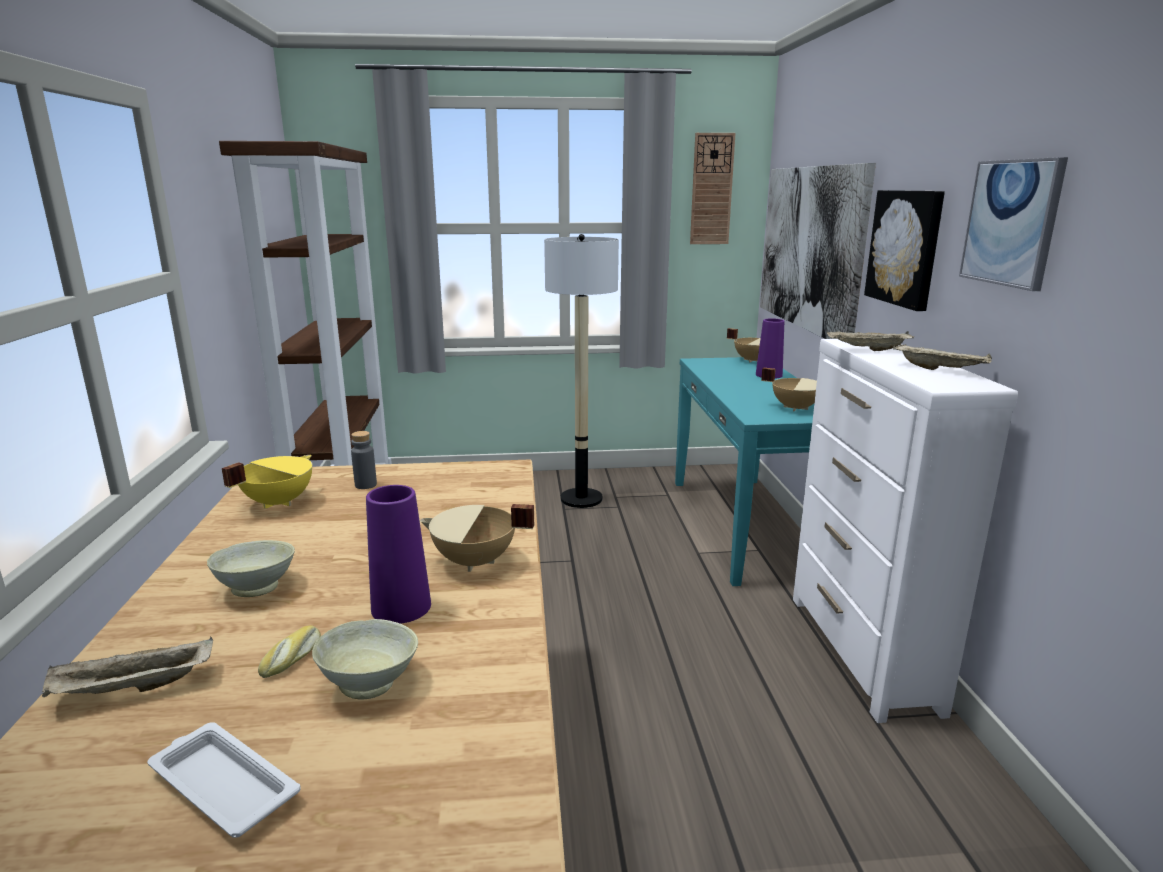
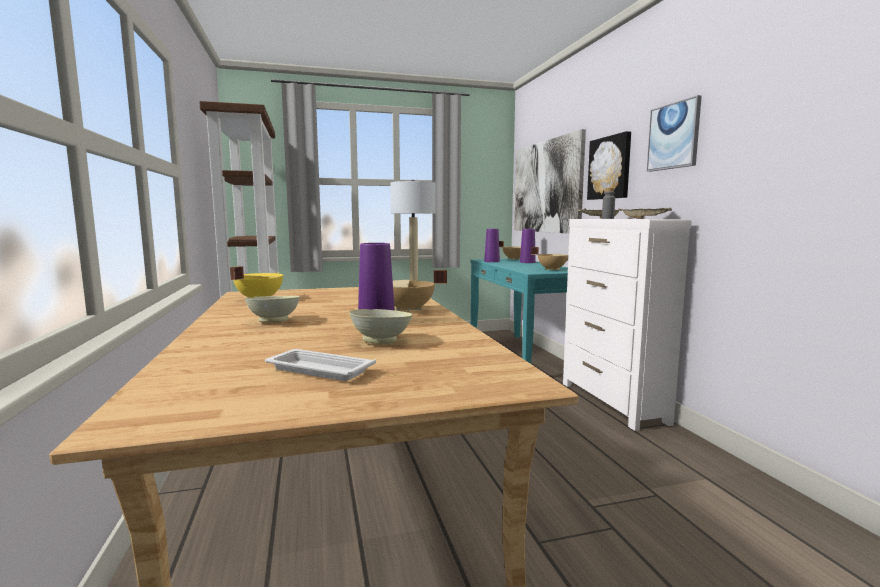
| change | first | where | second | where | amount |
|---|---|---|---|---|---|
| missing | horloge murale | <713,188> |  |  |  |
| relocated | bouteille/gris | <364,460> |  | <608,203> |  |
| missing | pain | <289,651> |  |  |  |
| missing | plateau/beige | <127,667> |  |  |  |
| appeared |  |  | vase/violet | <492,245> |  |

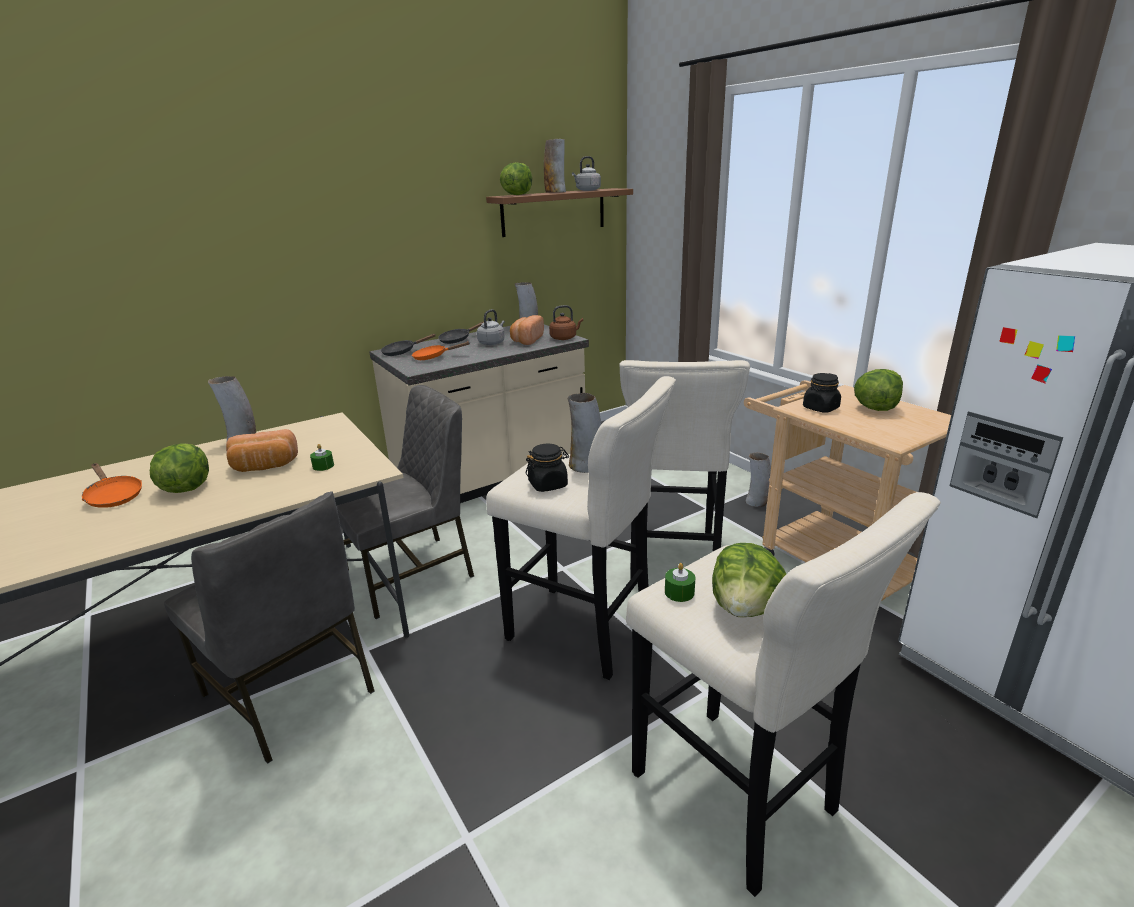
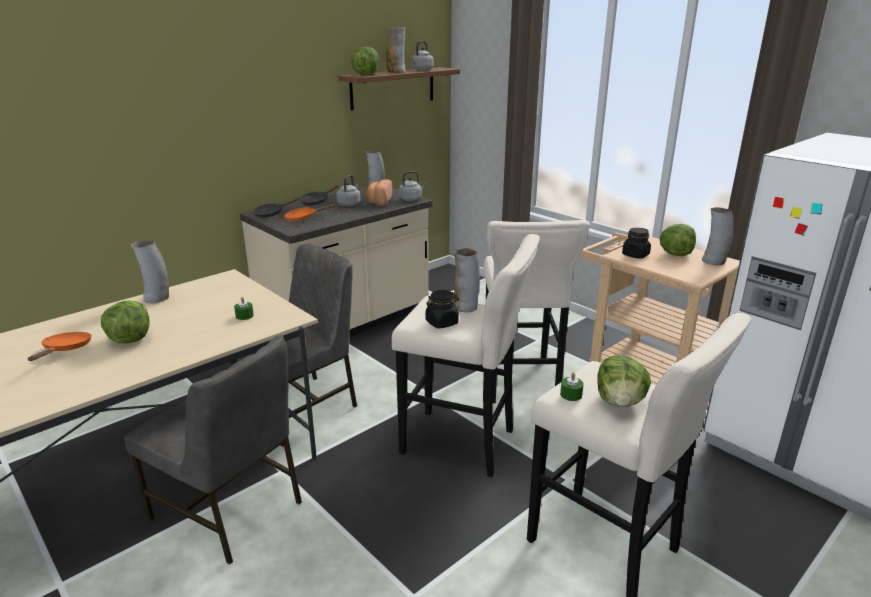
| change | first | where | second | where | amount |
|---|---|---|---|---|---|
| colour | bouilloire/marron | <566,322> | bouilloire/gris | <413,186> |  |
| missing | pain | <262,450> |  |  |  |
| relocated | vase | <758,480> |  | <717,236> |  |
| spun | poêle/orange | <111,485> |  | <60,346> | 120 degrees counterclockwise |

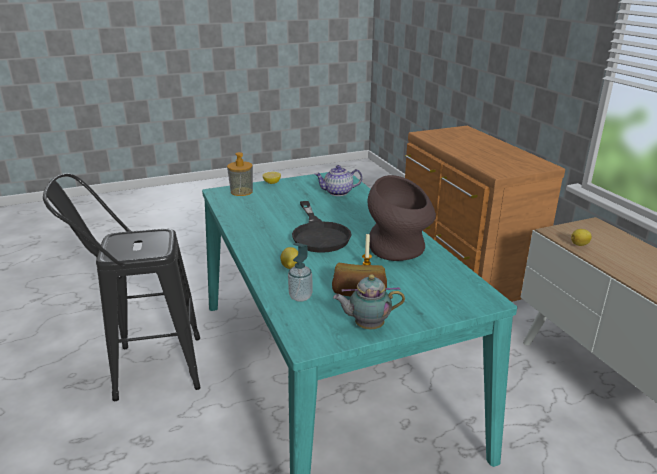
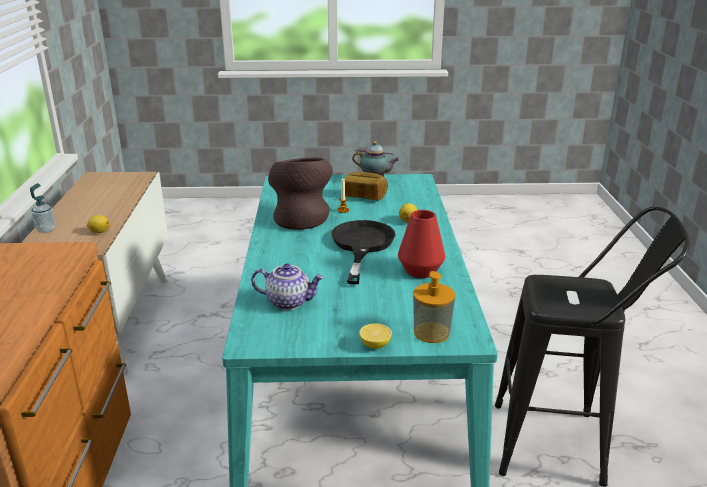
| change | first | where | second | where | amount |
|---|---|---|---|---|---|
| relocated | distributeur de savon | <300,272> |  | <43,208> |  |
| appeared |  |  | vase/rouge | <421,244> |  |

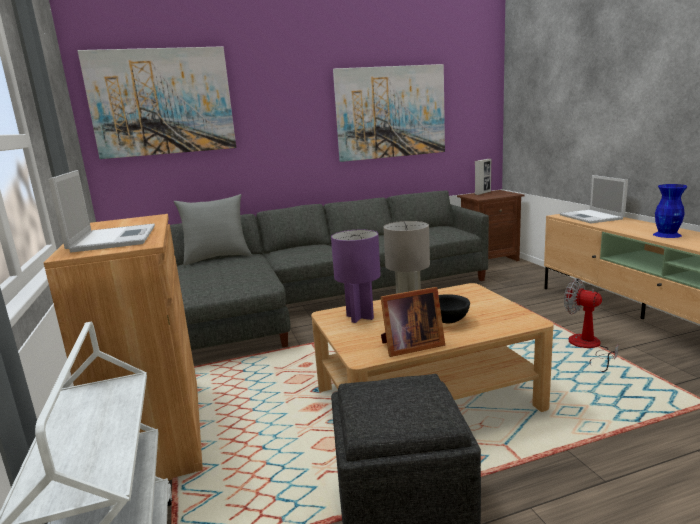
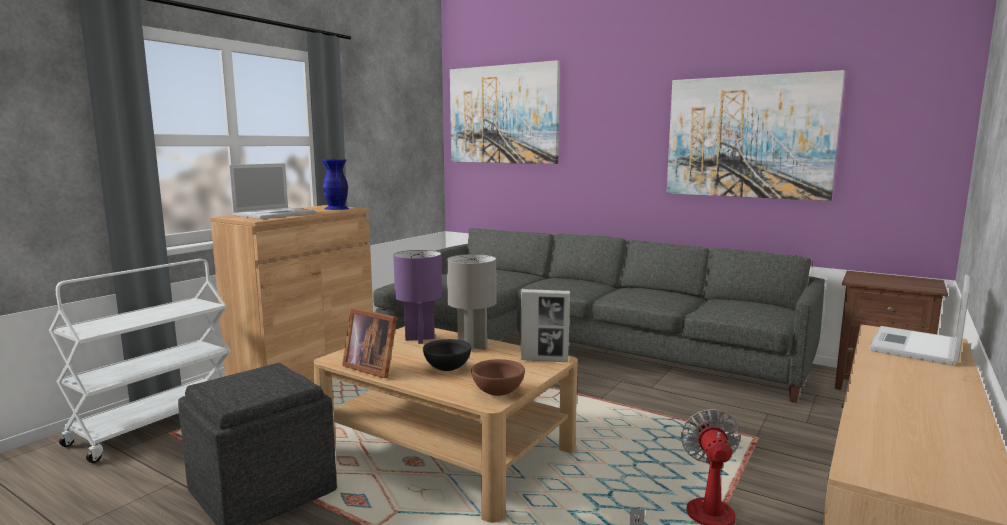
| change | first | where | second | where | amount |
|---|---|---|---|---|---|
| relocated | cadre photo | <483,177> |  | <545,325> |  |
| relocated | vase/bleu | <670,211> |  | <335,184> |  |
| missing | coussin/gris | <212,230> |  |  |  |
| appeared |  |  | bol/marron | <498,377> |  |

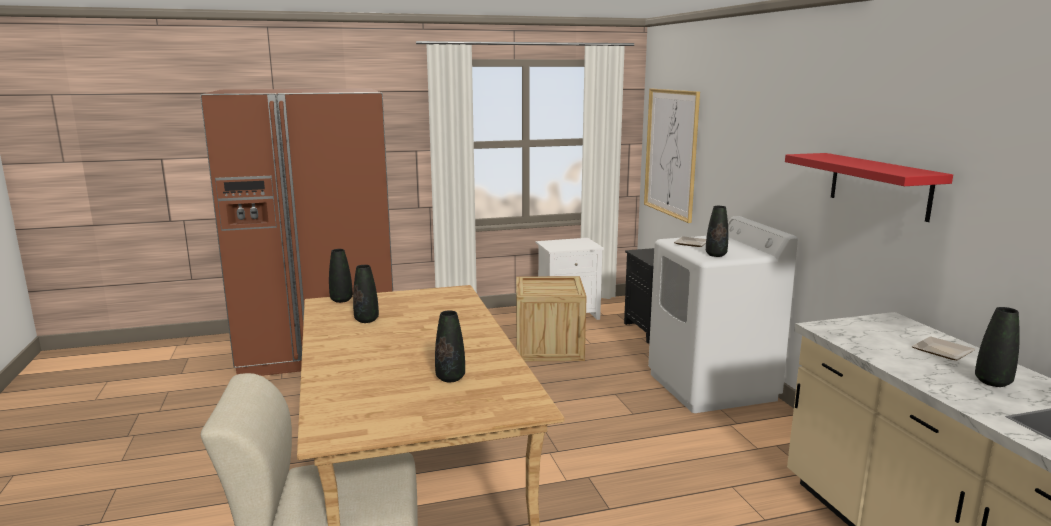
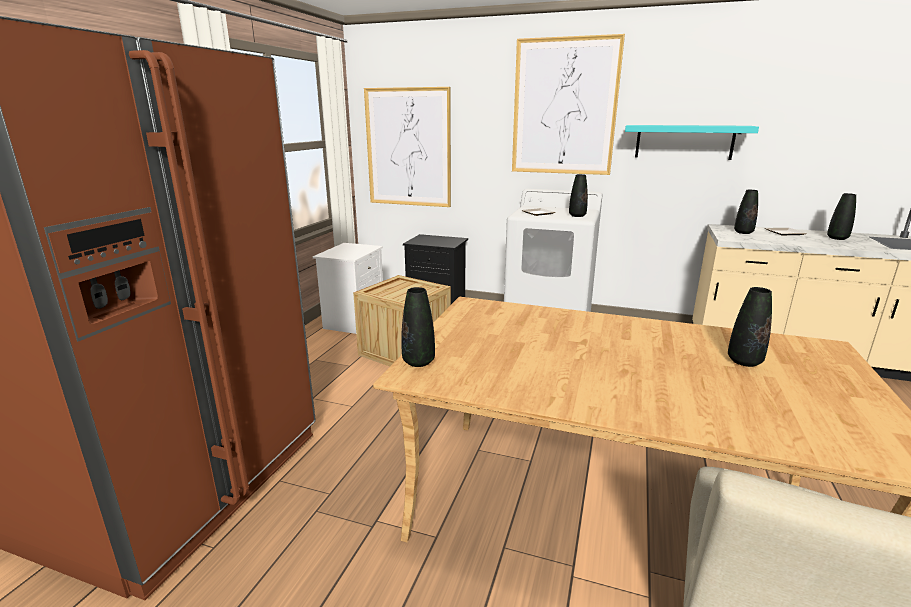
| change | first | where | second | where | amount |
|---|---|---|---|---|---|
| colour | étagère/rouge | <869,187> | étagère/turquoise | <692,142> |  |
| relocated | vase/noir | <366,294> |  | <746,212> |  |
| appeared |  |  | tableau | <568,104> |  |

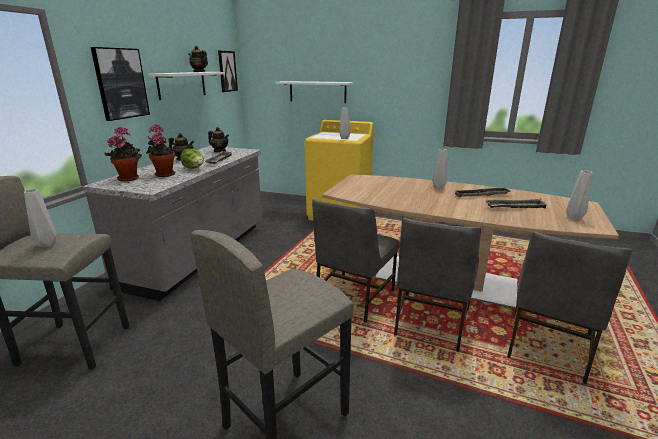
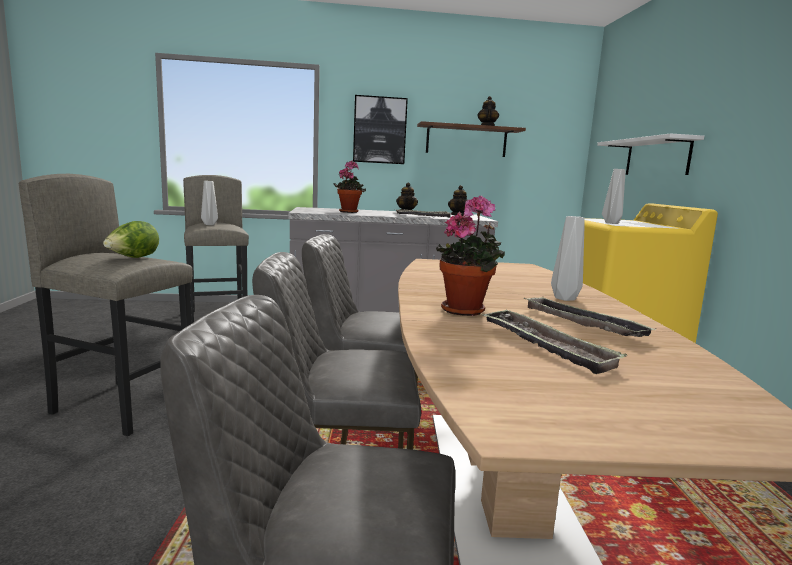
| change | first | where | second | where | amount |
|---|---|---|---|---|---|
| missing | tableau | <228,71> |  |  |  |
| colour | étagère/blanc | <186,86> | étagère/marron | <471,139> |  |
| relocated | plante en pot | <123,153> |  | <470,256> |  |
| relocated | laitue | <192,159> |  | <131,239> |  |
| missing | vase/gris | <579,195> |  |  |  |

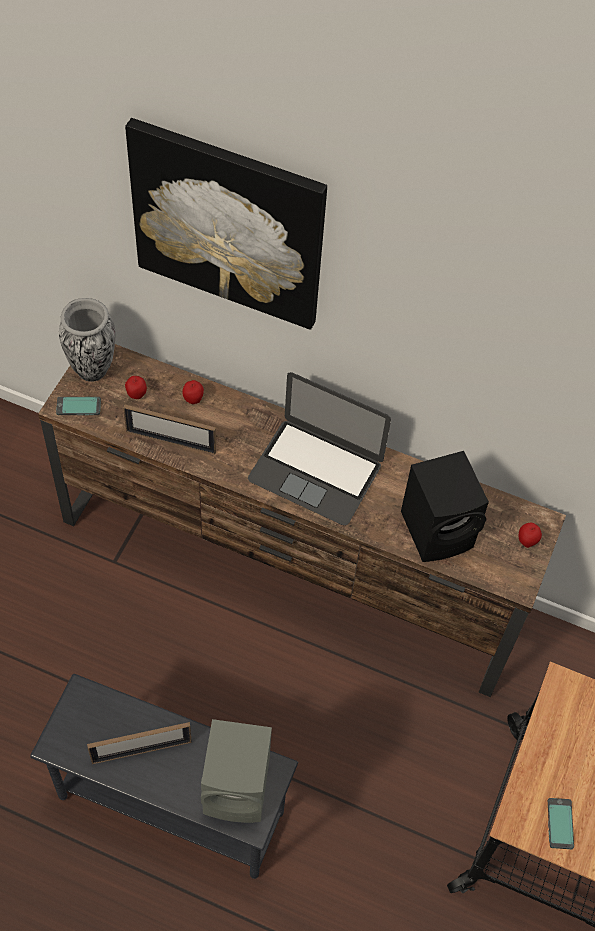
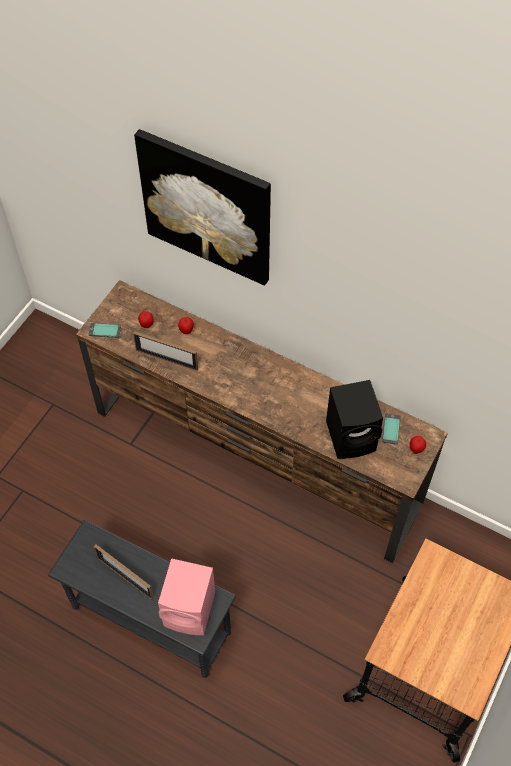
| change | first | where | second | where | amount |
|---|---|---|---|---|---|
| missing | vase | <87,340> |  |  |  |
| missing | ordinateur portable | <319,448> |  |  |  |
| colour | enceinte/gris | <236,771> | enceinte/rose | <186,596> |  |
| spun | cadre photo | <139,743> |  | <124,572> | 45 degrees clockwise |
| relocated | téléphone | <561,823> |  | <391,429> |  |

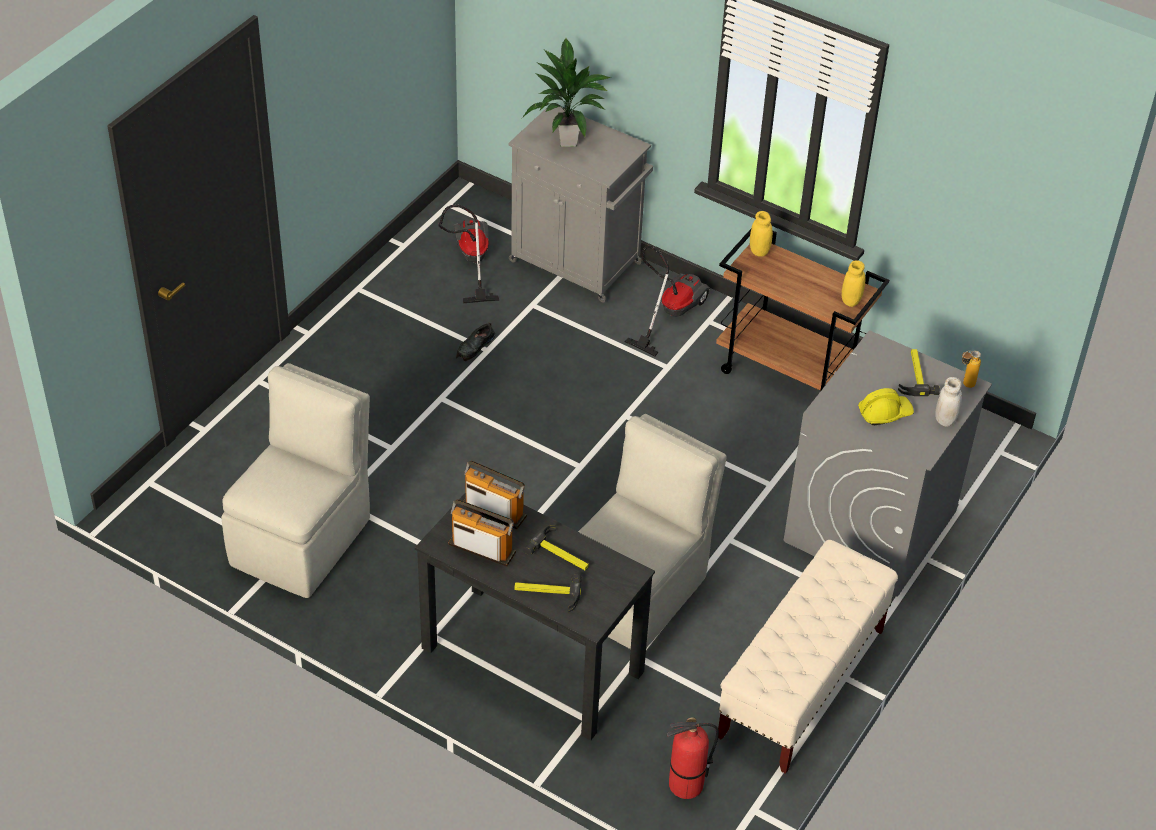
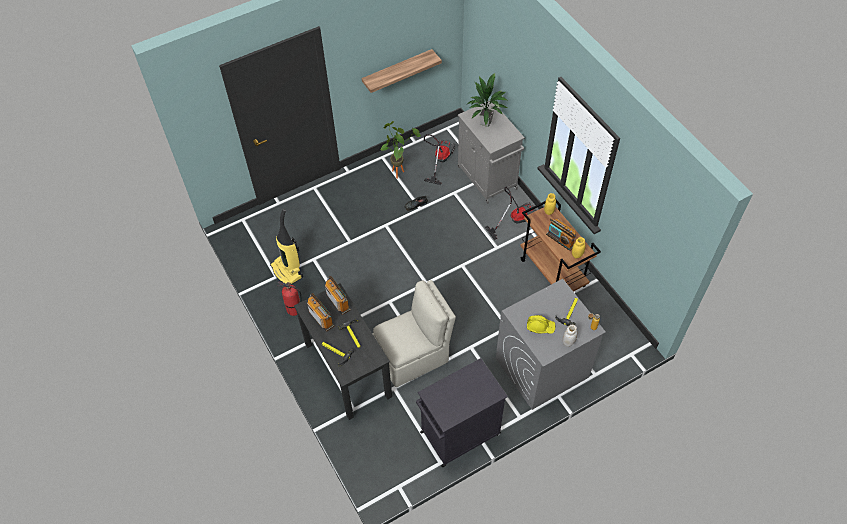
| change | first | where | second | where | amount |
|---|---|---|---|---|---|
| exchanged | chaise/beige | <295,480> | aspirateur | <286,246> |  |
| exchanged | banc/beige | <808,657> | meuble de rangement/noir | <462,412> |  |
| relocated | extincteur | <693,758> |  | <289,299> |  |
| appeared |  |  | étagère | <402,71> |  |
| appeared |  |  | plante en pot | <400,150> |  |
| appeared |  |  | radio | <561,235> |  |

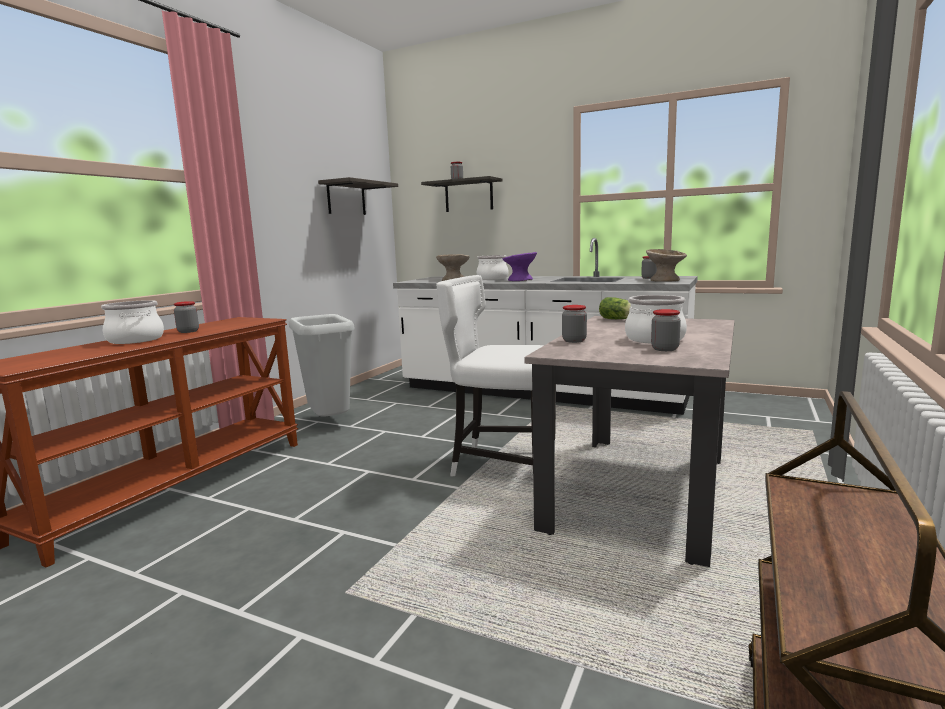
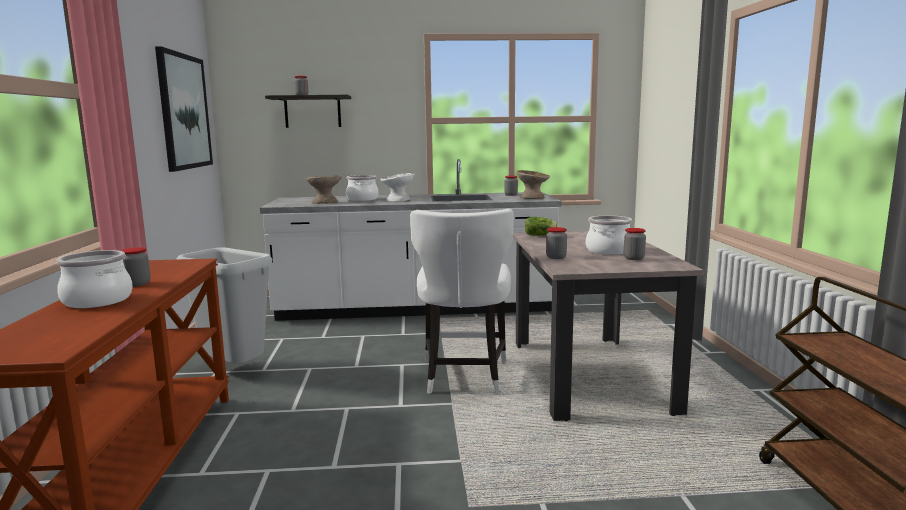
| change | first | where | second | where | amount |
|---|---|---|---|---|---|
| exchanged | étagère | <358,196> | tableau | <184,109> |  |
| colour | bol/violet | <519,266> | bol/blanc | <397,187> |  |
| spun | chaise/blanc | <496,375> |  | <462,301> | 75 degrees counterclockwise |

